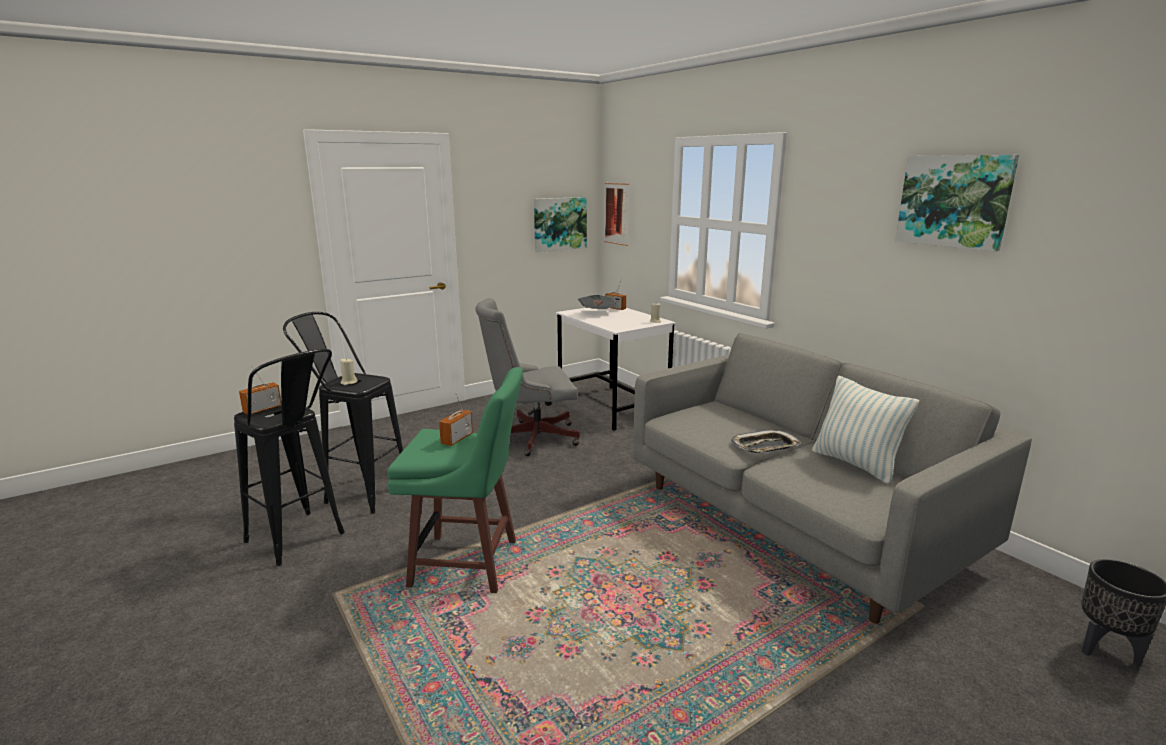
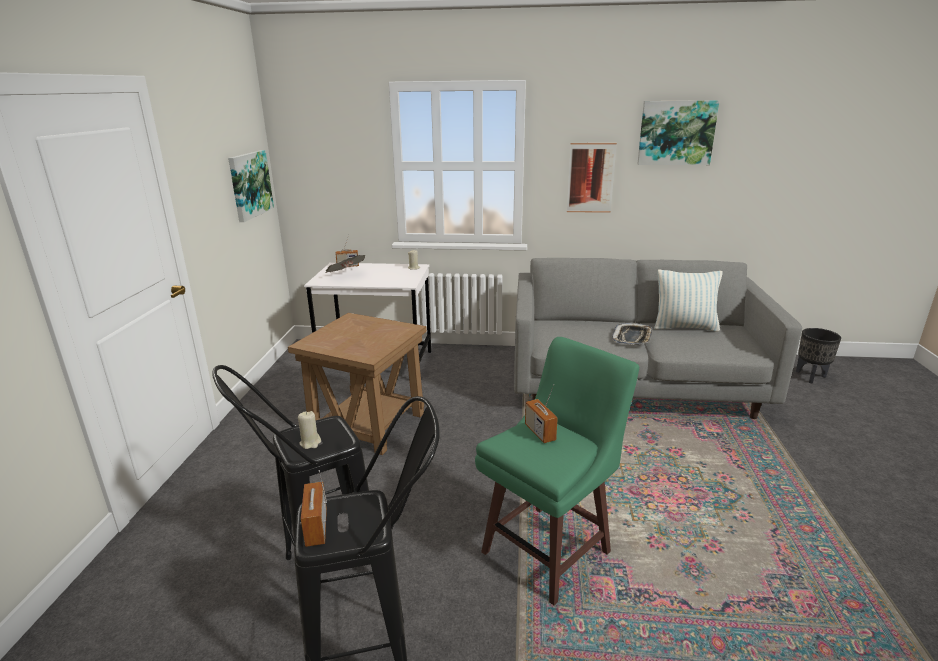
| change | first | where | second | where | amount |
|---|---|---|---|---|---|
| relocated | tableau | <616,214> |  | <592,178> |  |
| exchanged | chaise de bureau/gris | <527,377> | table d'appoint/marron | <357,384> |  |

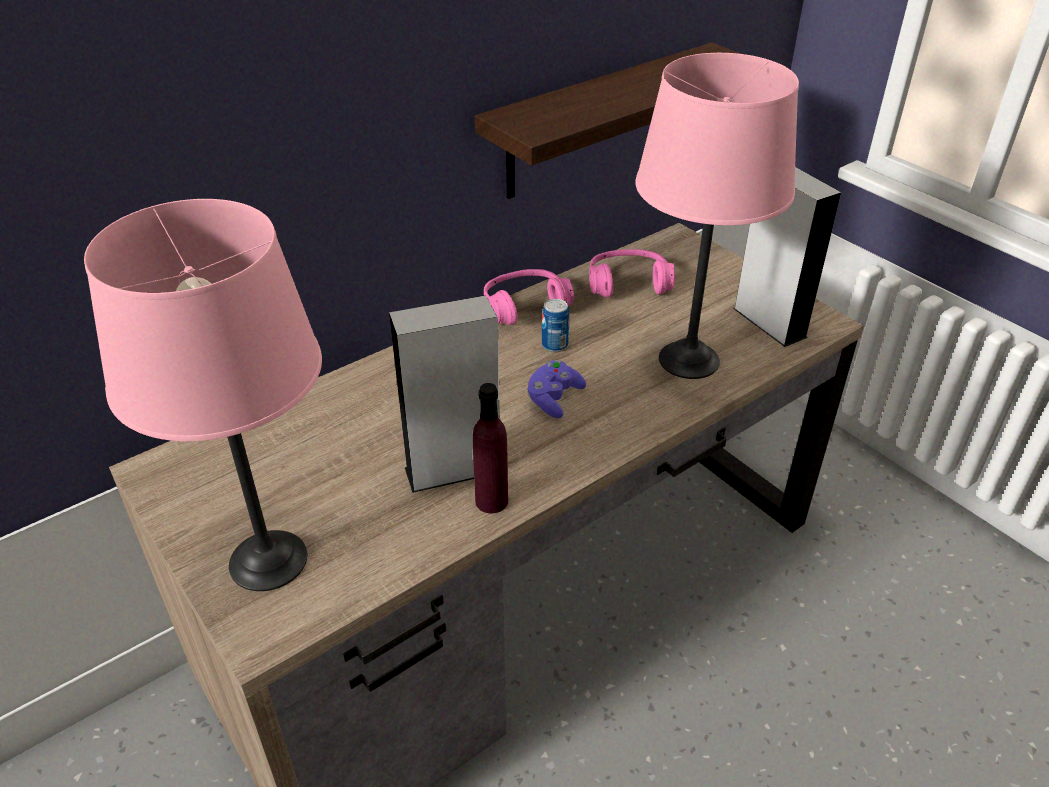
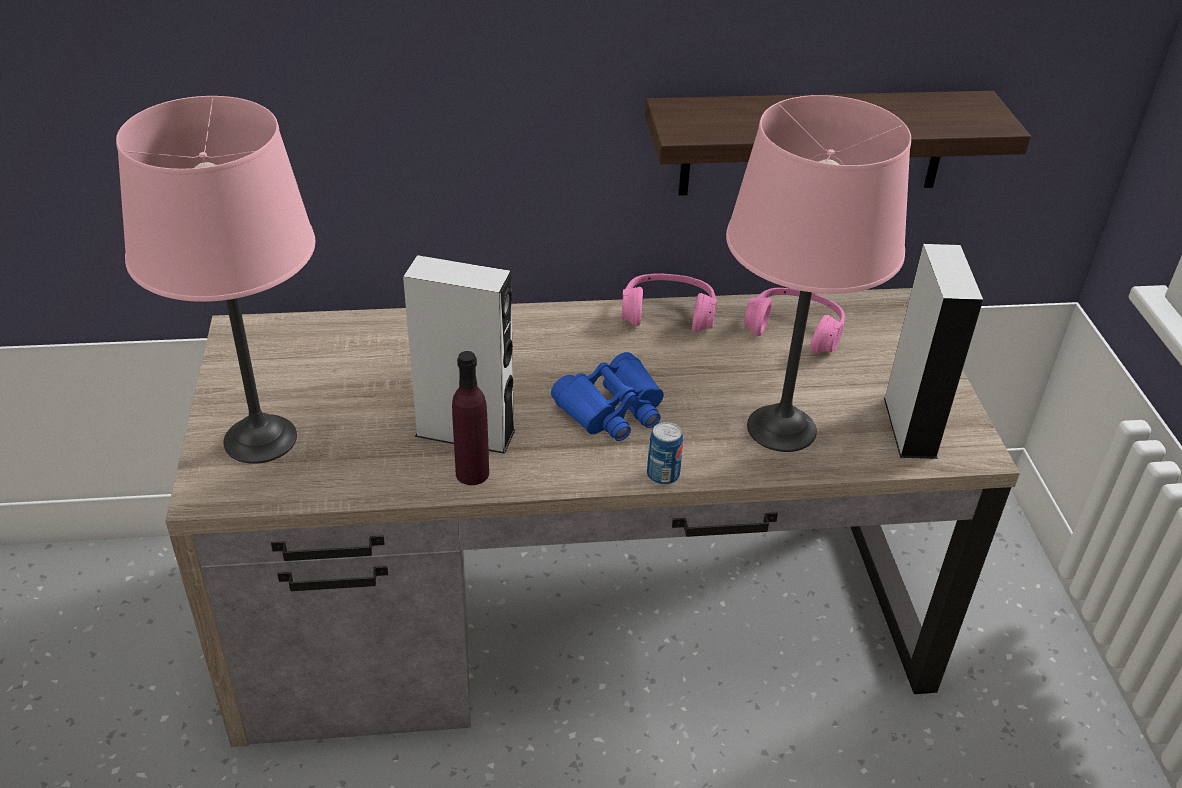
| change | first | where | second | where | amount |
|---|---|---|---|---|---|
| relocated | boîte métallique | <556,325> |  | <665,453> |  |
| exchanged | manette/violet | <556,389> | jumelles/bleu | <607,396> |  |

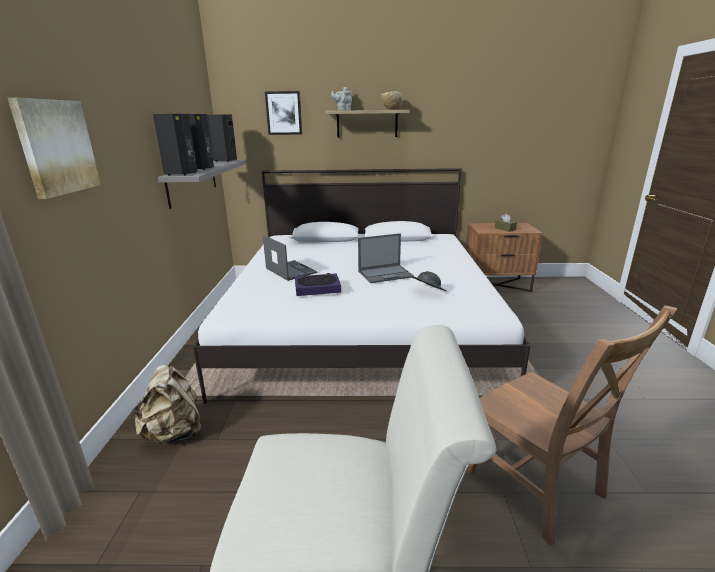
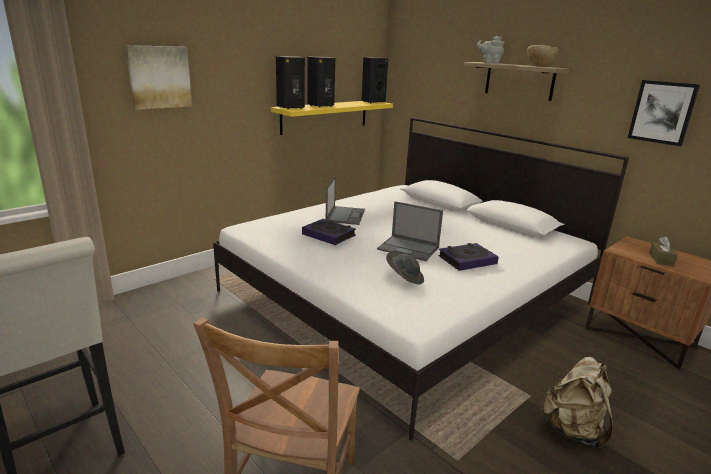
| change | first | where | second | where | amount |
|---|---|---|---|---|---|
| relocated | tableau | <283,113> |  | <664,113> |  |
| colour | étagère/gris | <201,184> | étagère/jaune | <332,118> |  |
| relocated | sac à dos/beige | <166,404> |  | <576,403> |  |
| appeared |  |  | livre | <468,257> |  |

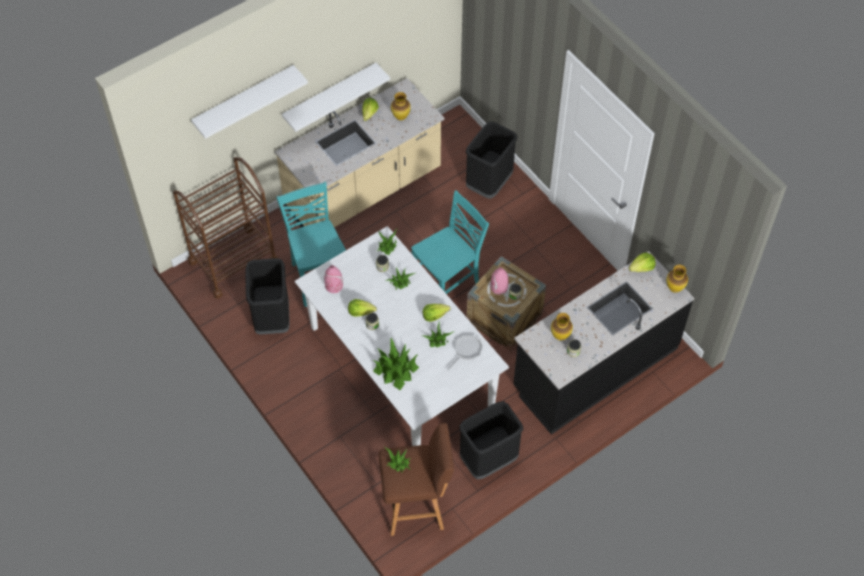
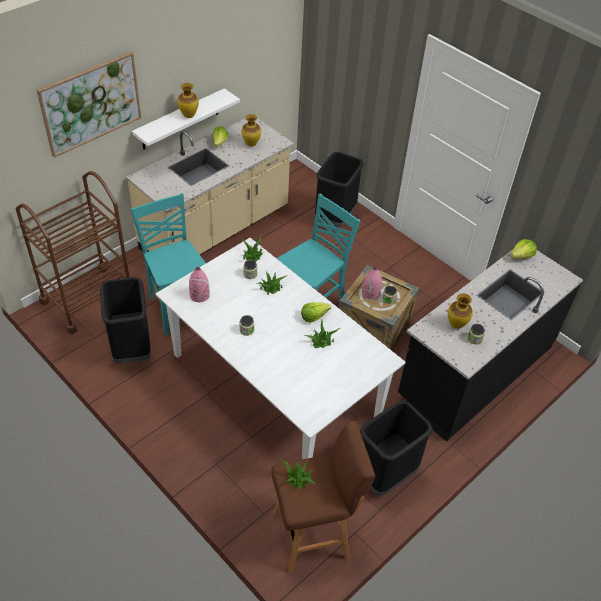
| change | first | where | second | where | amount |
|---|---|---|---|---|---|
| exchanged | étagère/blanc | <249,102> | tableau | <88,105> |  |
| relocated | vase | <677,279> |  | <188,100> |  |
| missing | laitue | <362,308> |  |  |  |
| missing | poêle | <464,352> |  |  |  |
| missing | plante en pot | <395,364> |  |  |  |

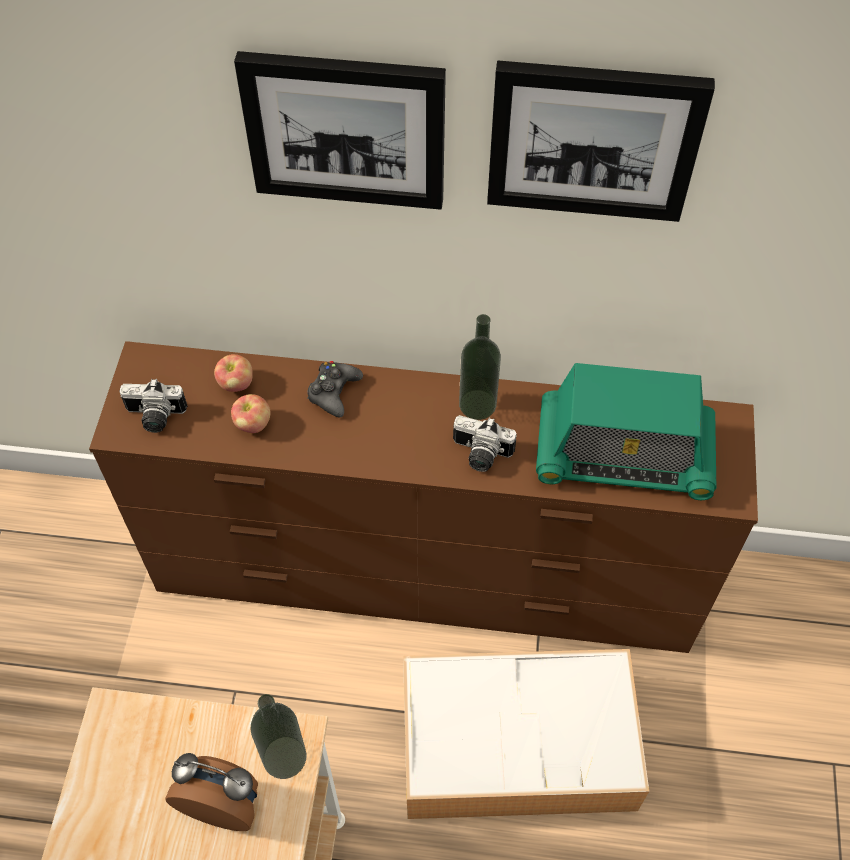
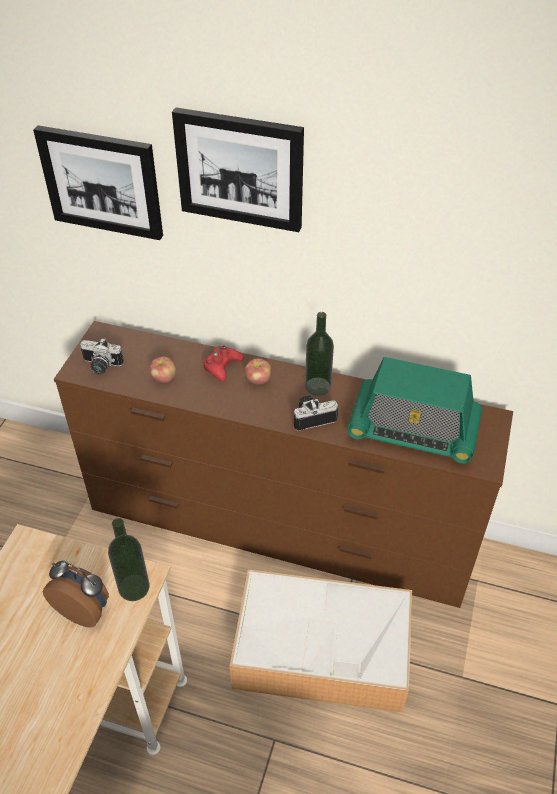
| change | first | where | second | where | amount |
|---|---|---|---|---|---|
| relocated | tableau | <601,141> |  | <98,182> |  |
| relocated | pomme | <233,373> |  | <258,371> |  |
| colour | manette/noir | <335,389> | manette/rouge | <223,363> |  |
| spun | appareil photo | <485,443> |  | <316,413> | 135 degrees clockwise |

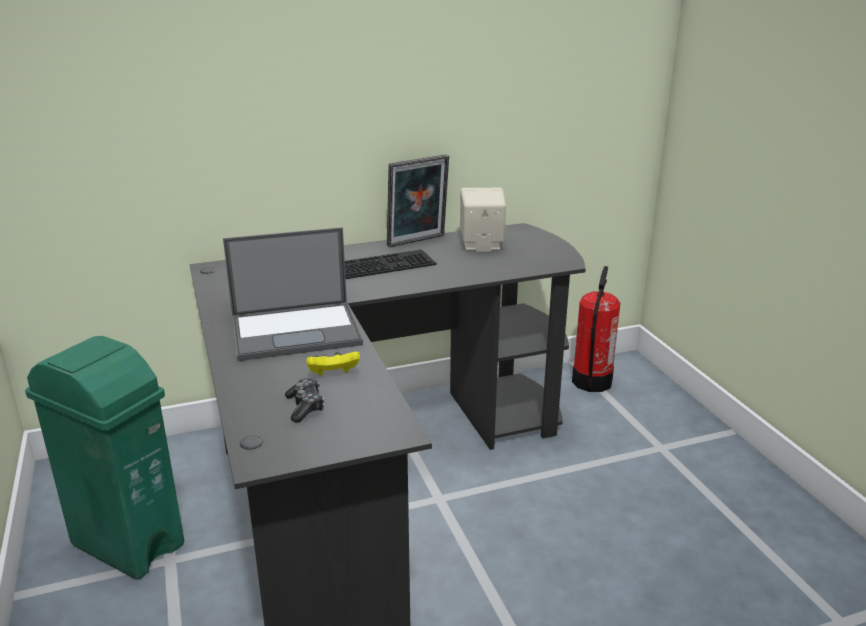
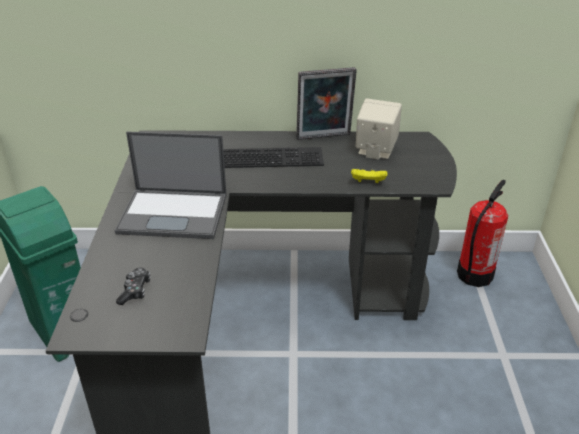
| change | first | where | second | where | amount |
|---|---|---|---|---|---|
| relocated | manette/jaune | <333,363> |  | <369,175> |  |

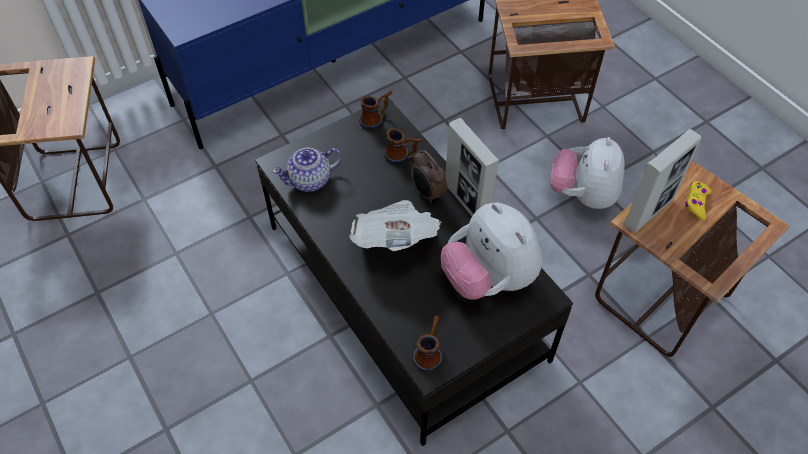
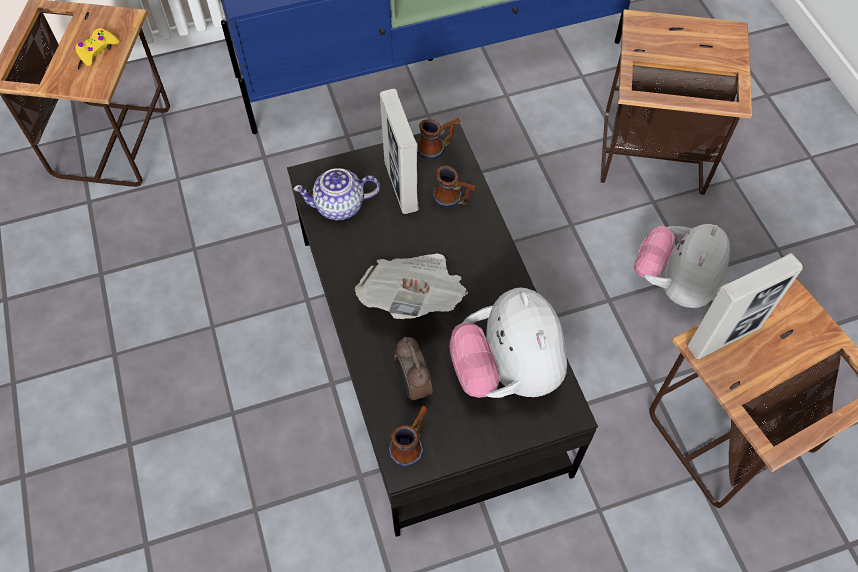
| change | first | where | second | where | amount |
|---|---|---|---|---|---|
| relocated | cadre photo | <472,167> |  | <399,151> |  |
| relocated | réveil | <429,177> |  | <413,369> |  |
| relocated | manette/jaune | <699,200> |  | <97,47> |  |

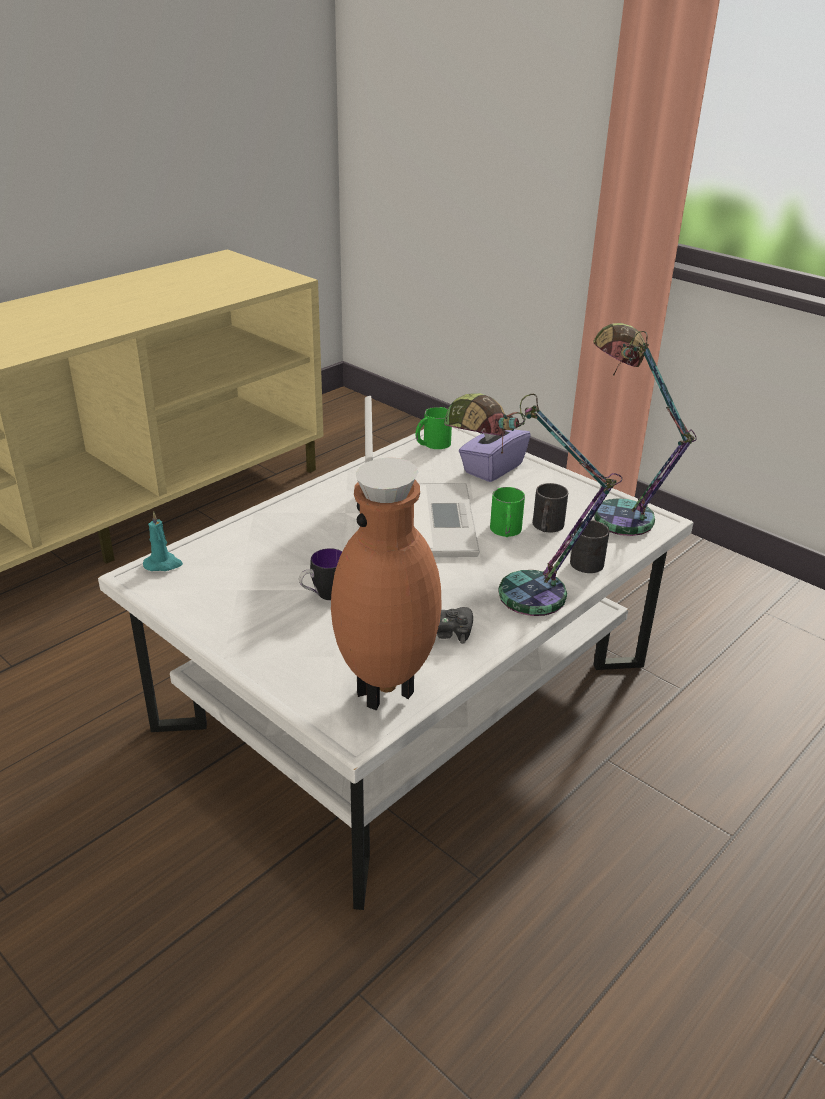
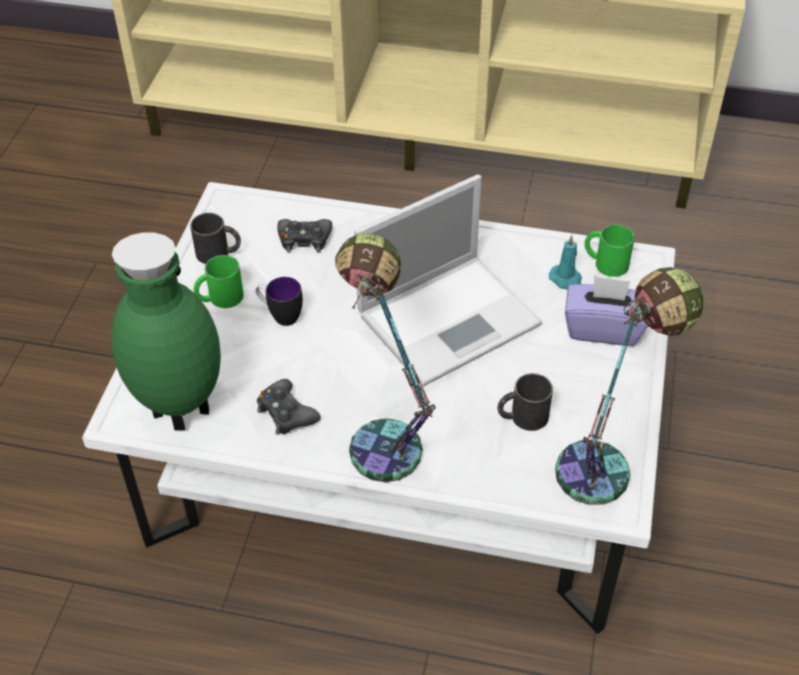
| change | first | where | second | where | amount |
|---|---|---|---|---|---|
| colour | vase/marron | <386,584> | vase/vert | <166,331> |  |
| relocated | mug/vert | <507,512> |  | <219,281> |  |
| relocated | bougie/turquoise | <163,541> |  | <565,262> |  |
| relocated | mug/noir | <589,546> |  | <215,238> |  |
| appeared |  |  | manette/noir | <304,235> |  |

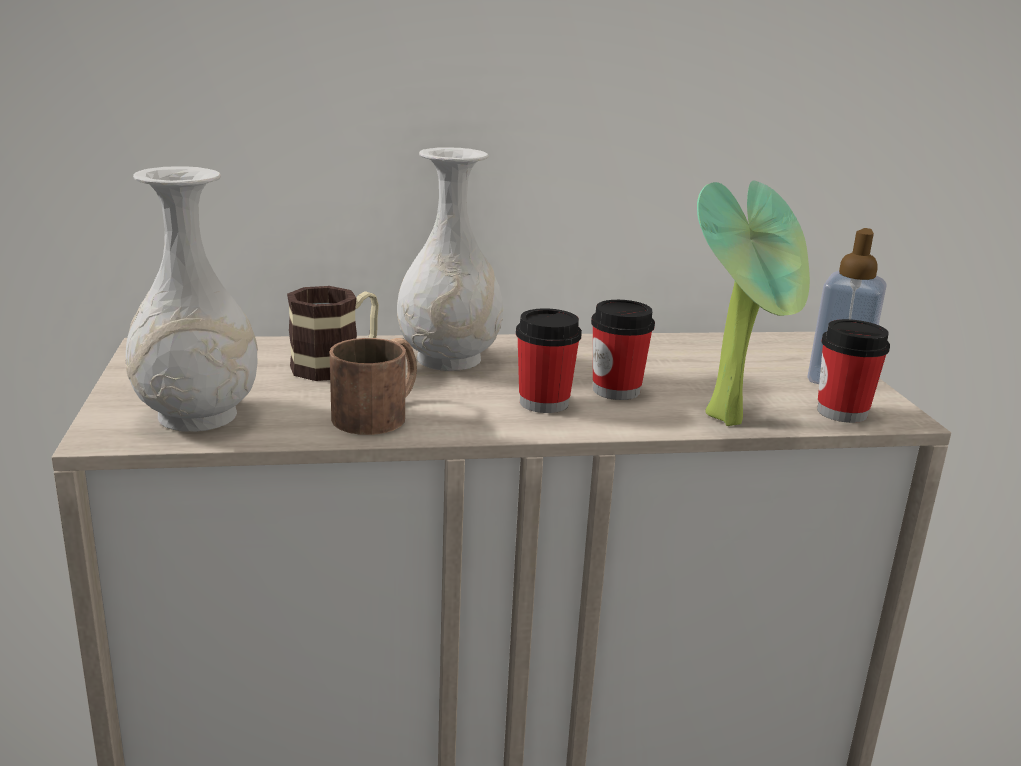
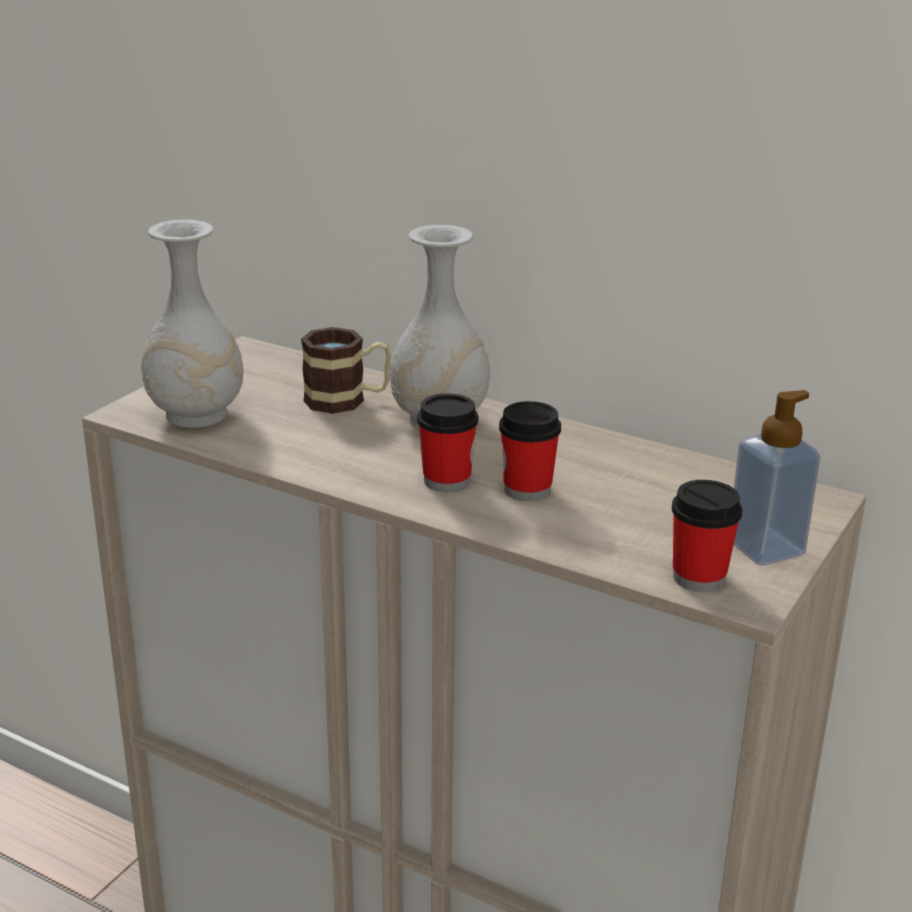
| change | first | where | second | where | amount |
|---|---|---|---|---|---|
| missing | plante en pot | <753,303> |  |  |  |
| missing | mug/marron | <373,386> |  |  |  |

